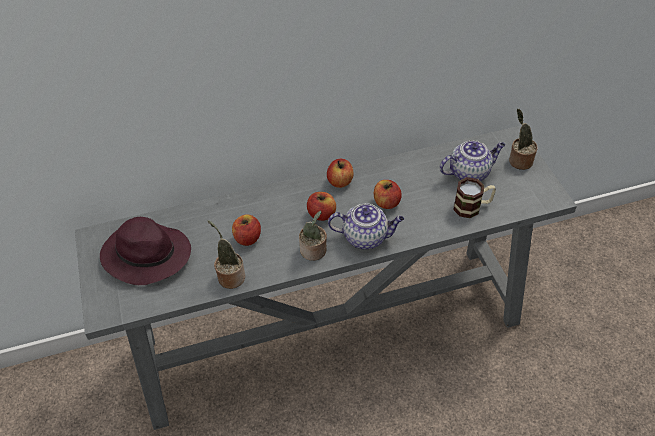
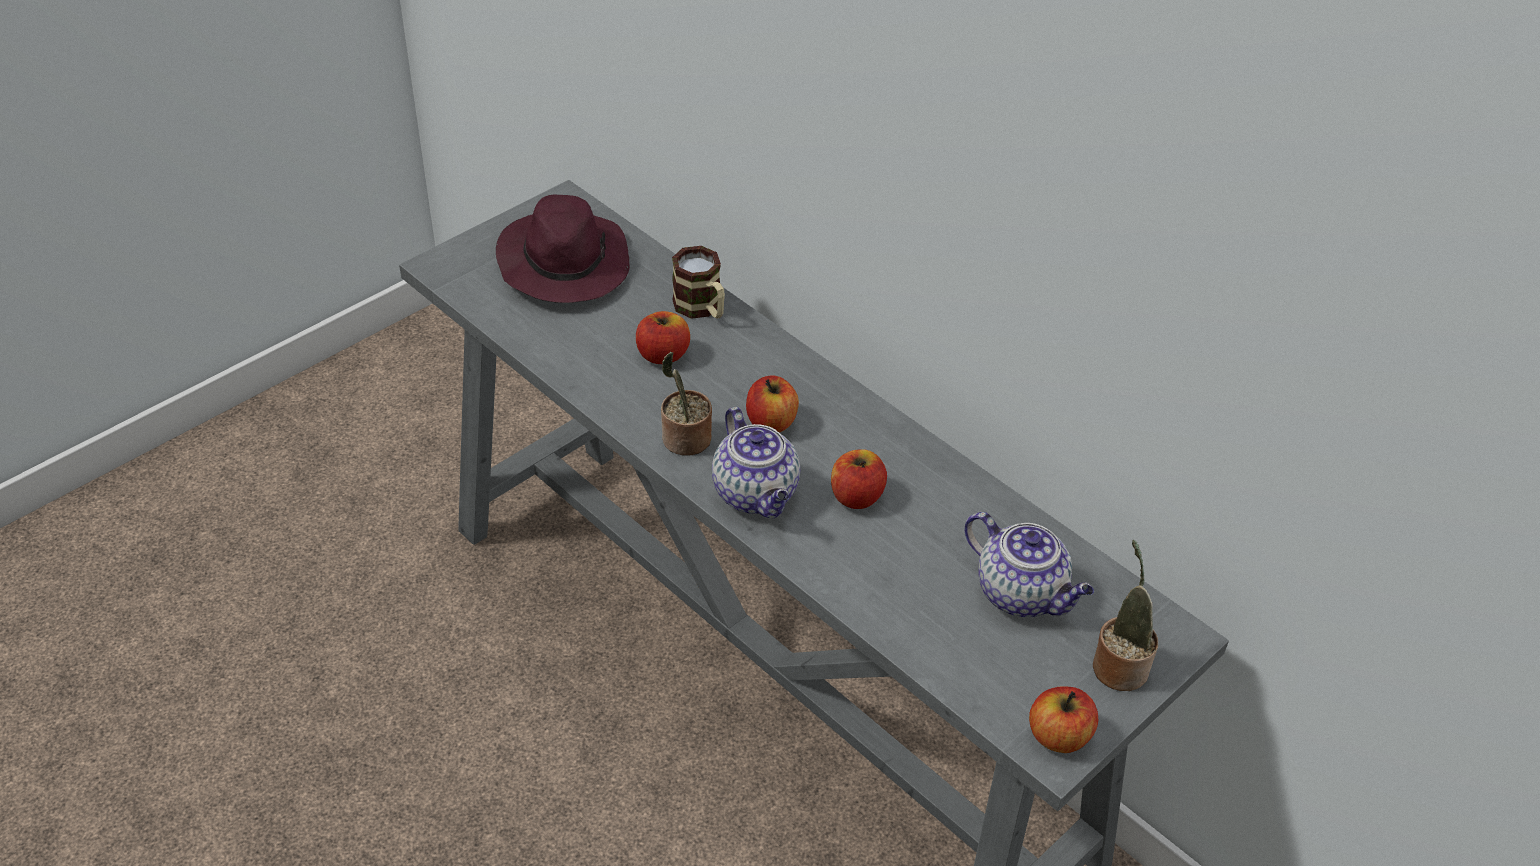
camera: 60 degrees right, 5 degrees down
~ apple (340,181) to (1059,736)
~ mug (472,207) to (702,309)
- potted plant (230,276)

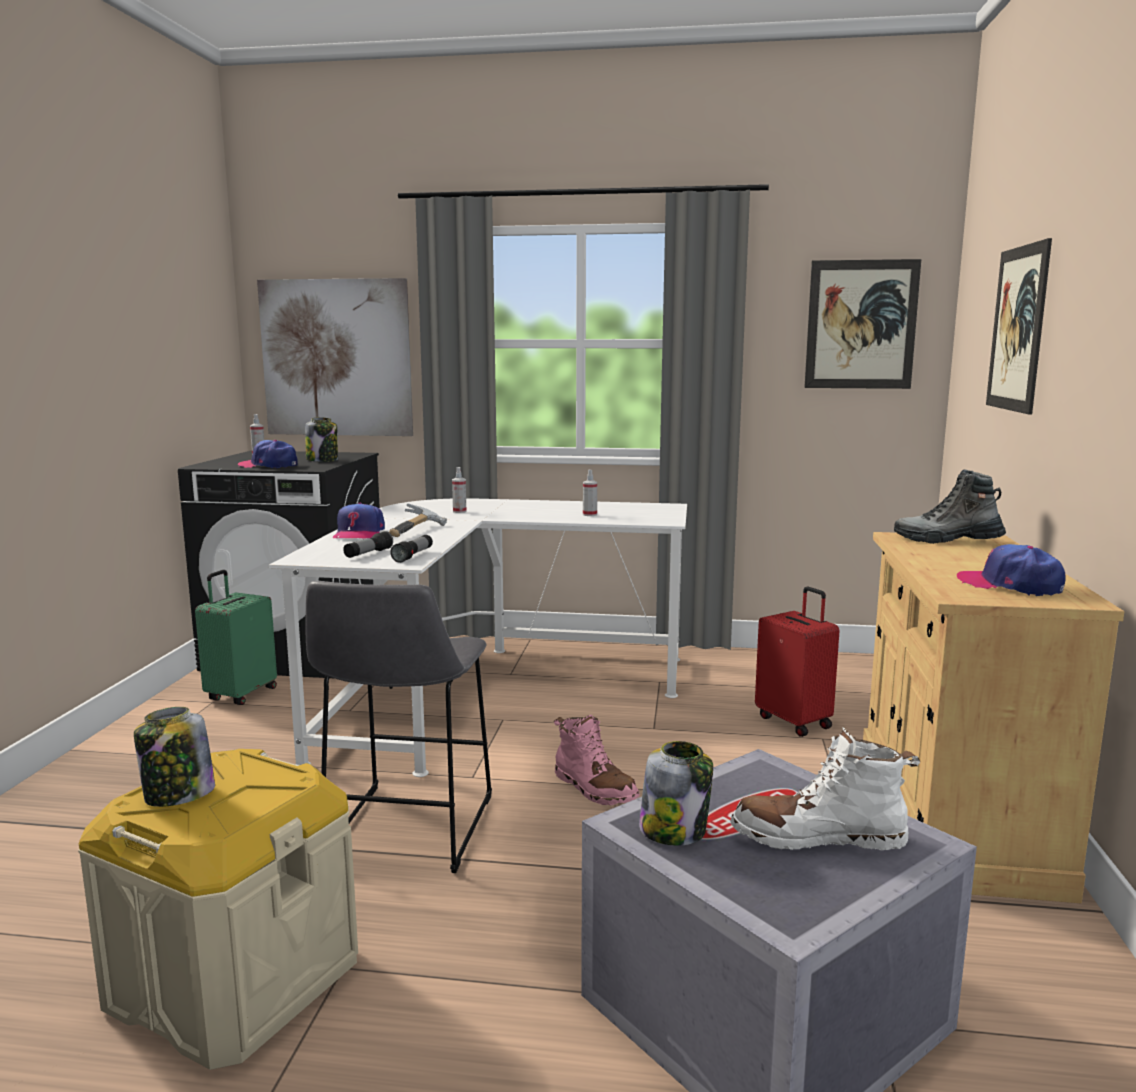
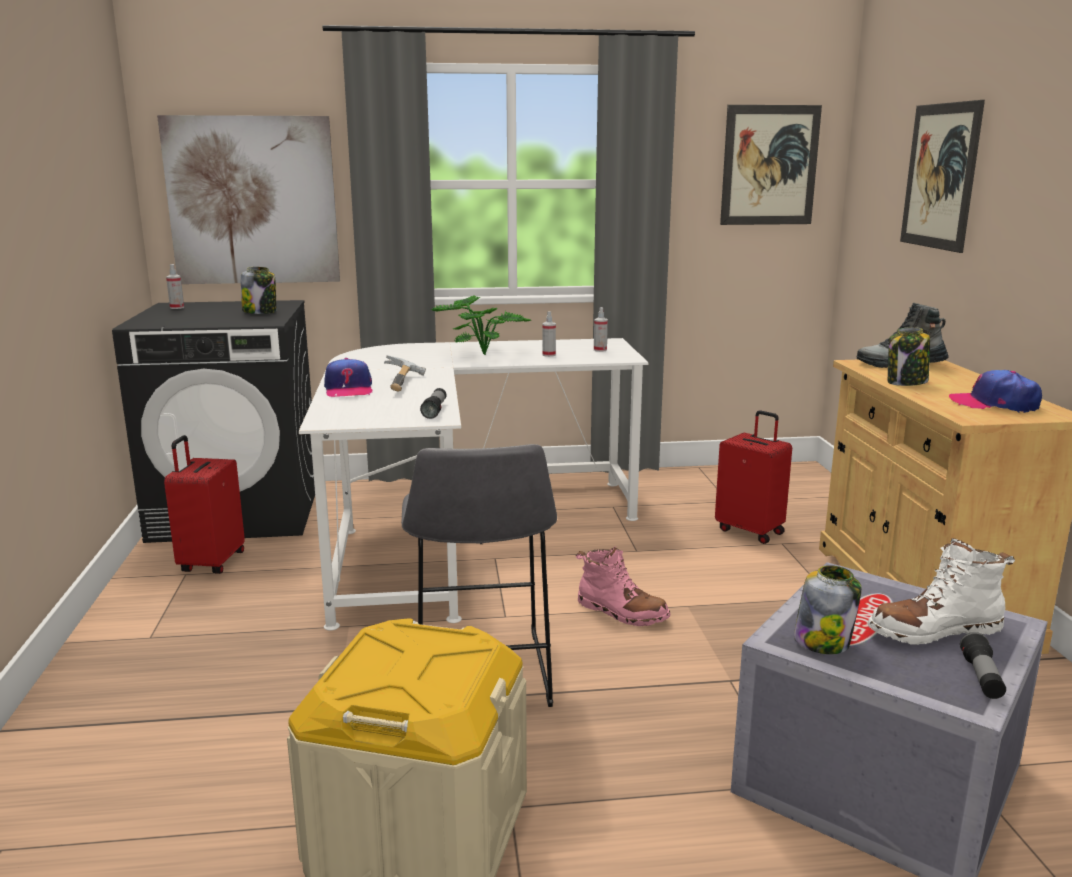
camera: 15 degrees left, 5 degrees up
- cap (269,465)
~ spray bottle (459,511) to (600,350)
~ flashlight (368,554) to (981,677)
~ suitcase/green (240,694) to suitcase/red (211,563)
~ jar (178,795) to (906,383)
+ potted plant (482,353)

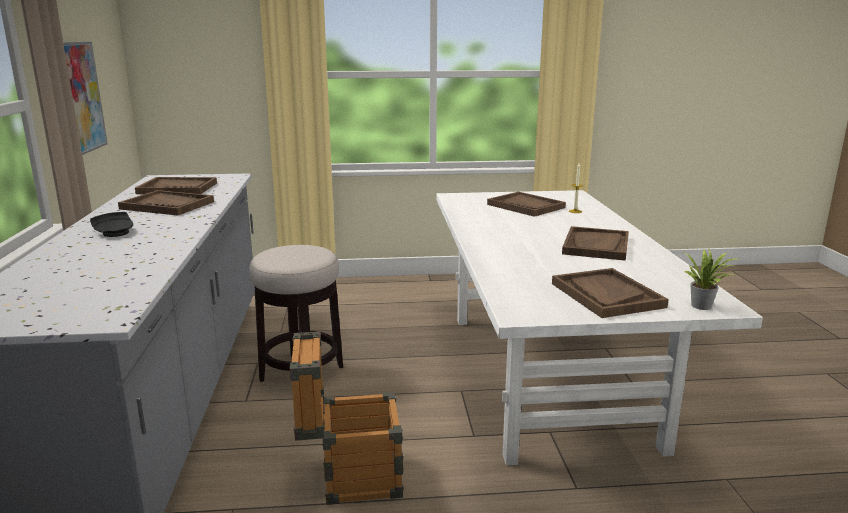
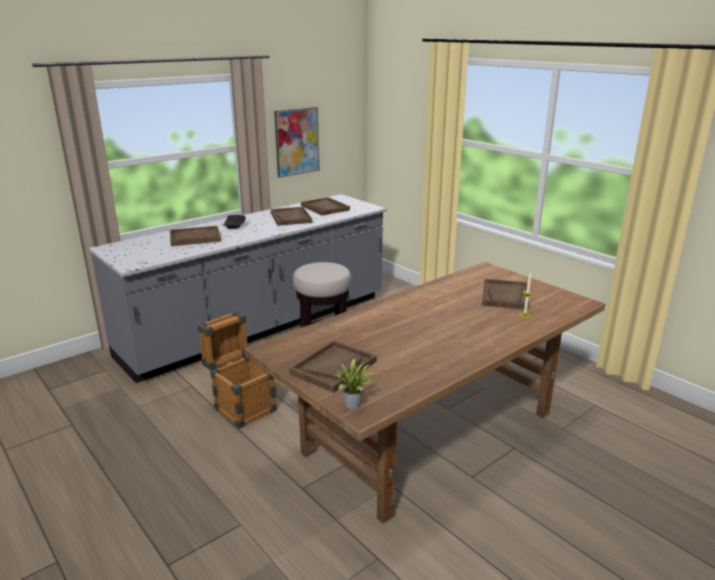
camera: 55 degrees right, 5 degrees up
~ dining table/white (543,373) to dining table/brown (432,431)
~ tray/brown (596,246) to (195,237)

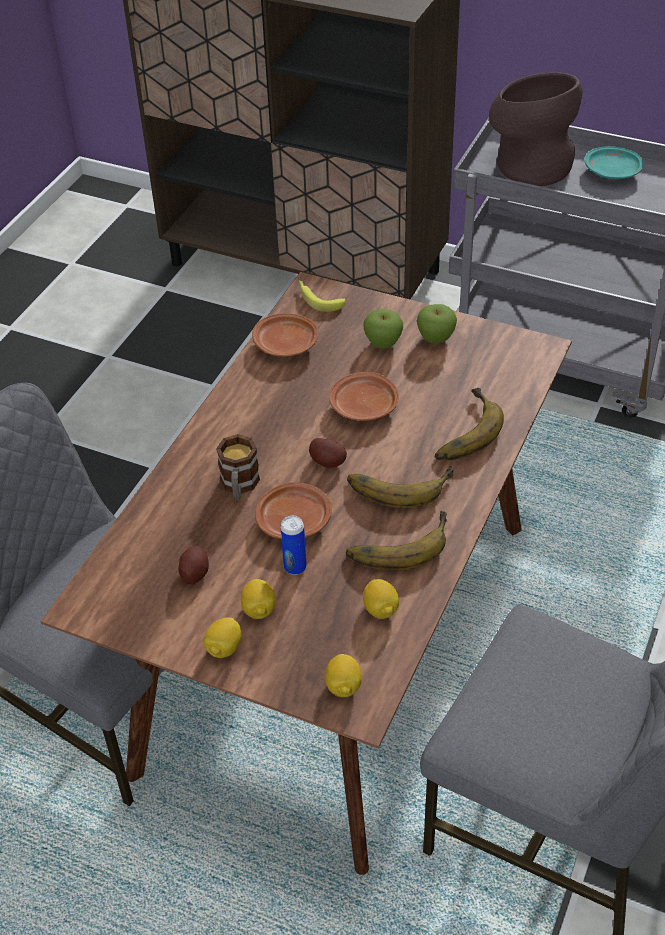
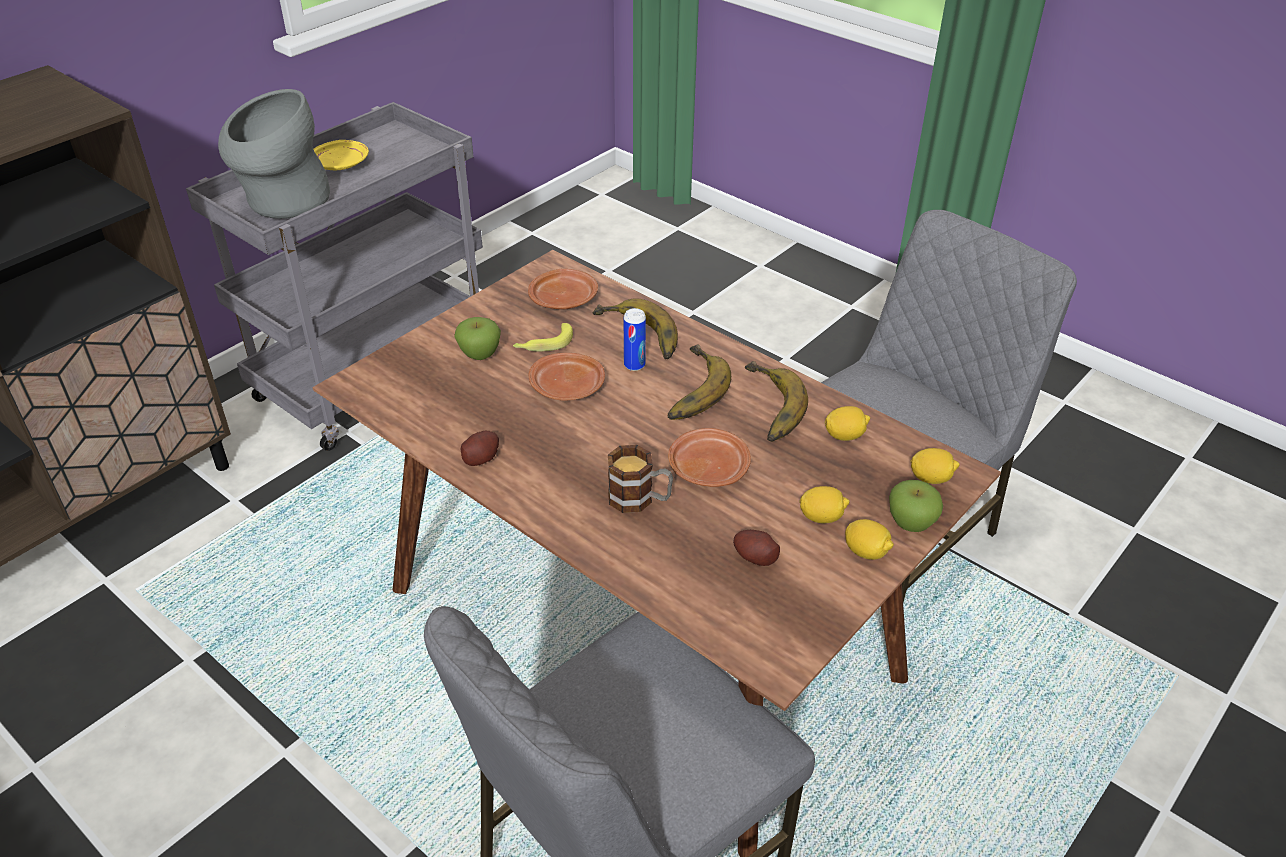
camera: 75 degrees left, 5 degrees down
~ vase/brown (529,165) to vase/grey (281,202)
~ plate/turquoise (613,172) to plate/yellow (341,164)
~ banana (318,299) to (543,344)
~ apple (435,338) to (910,523)
~ plate/brown (286,345) to (564,299)
~ potato (328,461) to (481,457)
~ can (295,567) to (634,365)

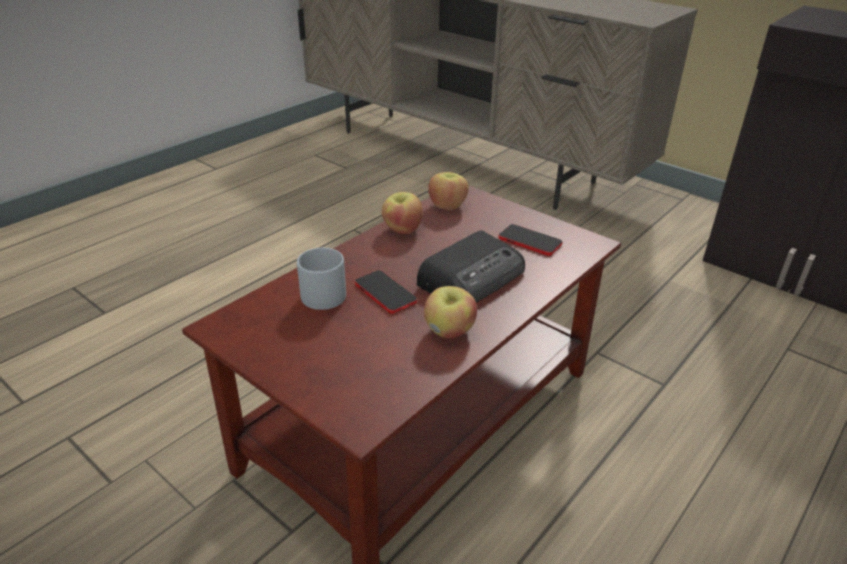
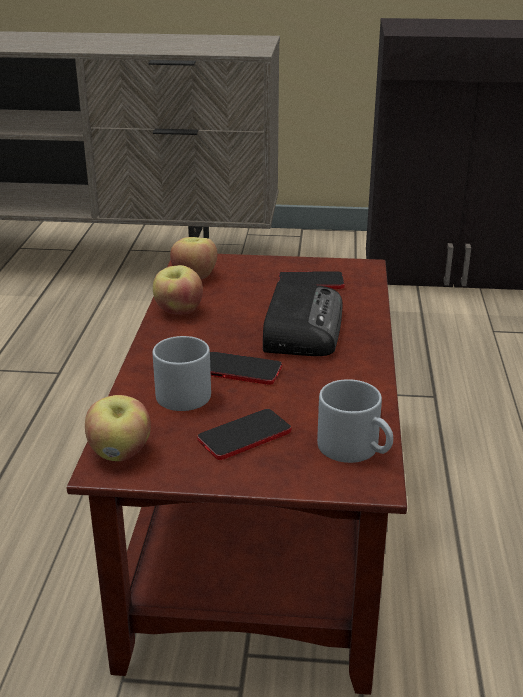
camera: 35 degrees left, 5 degrees down
~ apple (449,331) to (120,453)
+ mug/grey (357,449)
+ phone (244,436)

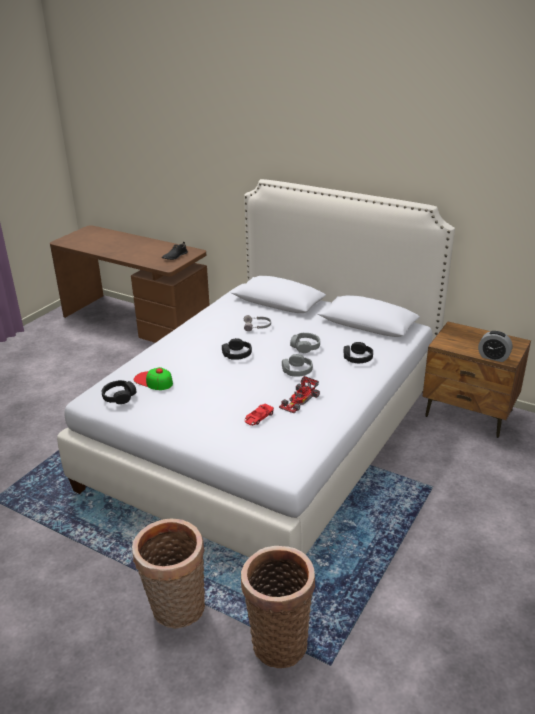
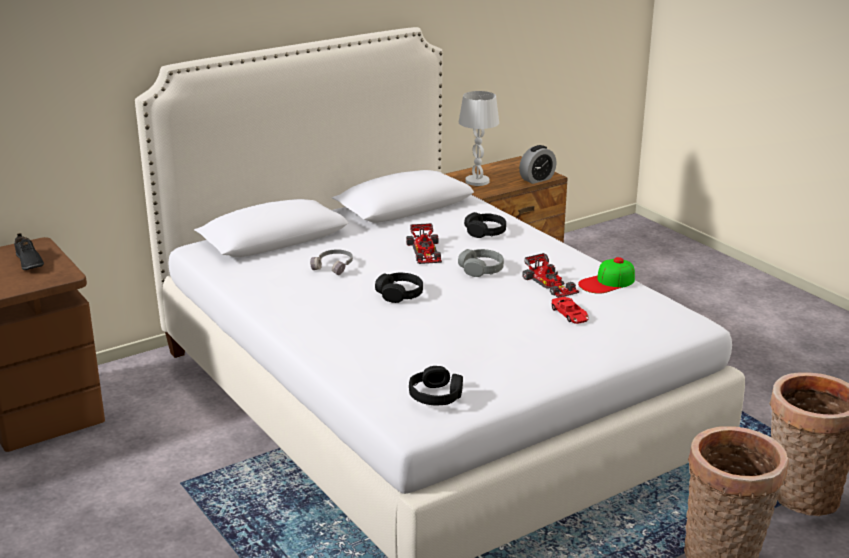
camera: 65 degrees left, 5 degrees down
~ headphones/grey (305,346) to toy car (425,251)
~ cap (153,381) to (607,282)
+ table lamp/white (477,181)

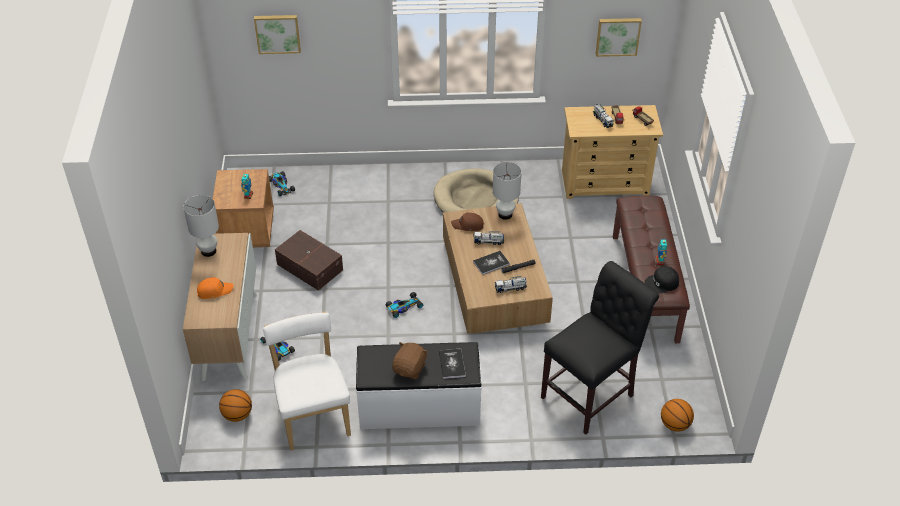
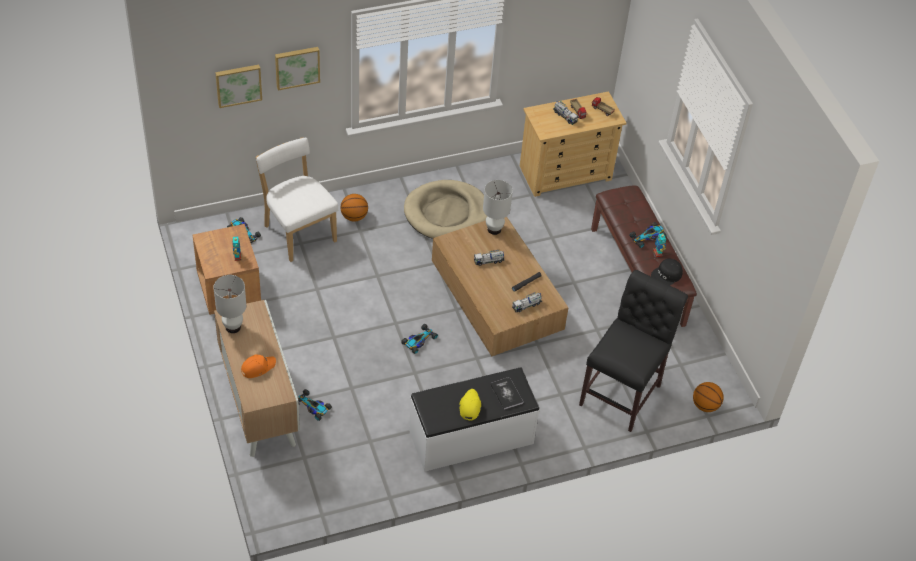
camera: 20 degrees left, 5 degrees up
~ picture (617,36) to (297,66)
- cap/brown (468,225)
- storage box/brown (310,266)
- book (491,263)
~ chair/white (313,415) to (298,231)
~ plush toy/brown (410,369) to cap/yellow (469,406)
~ basketball (237,415) to (354,217)
+ toy car (648,236)

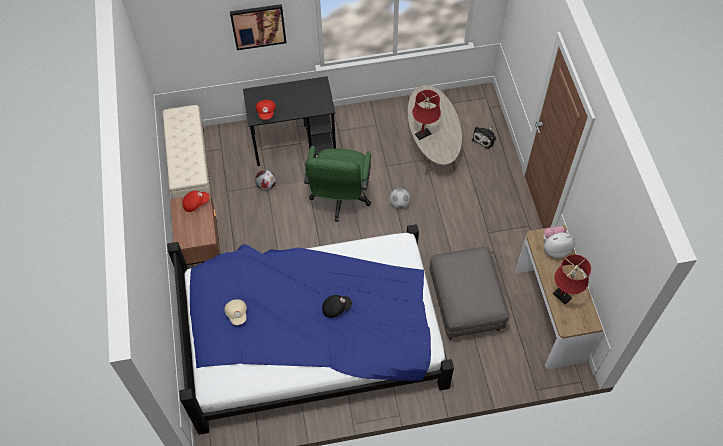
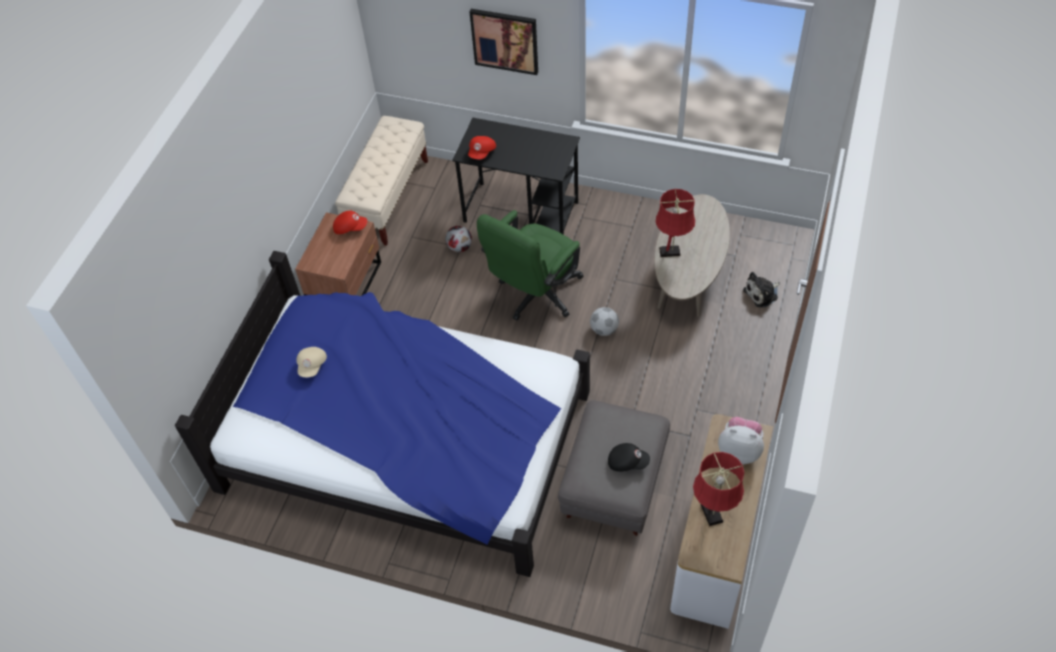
camera: 30 degrees right, 5 degrees down
~ cap/black (336,308) to (627,462)

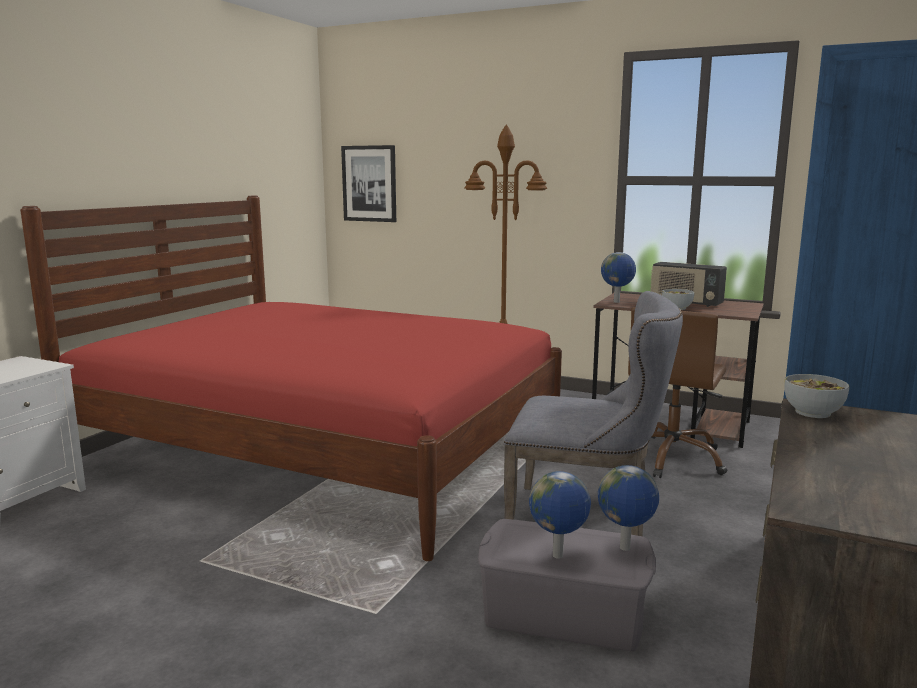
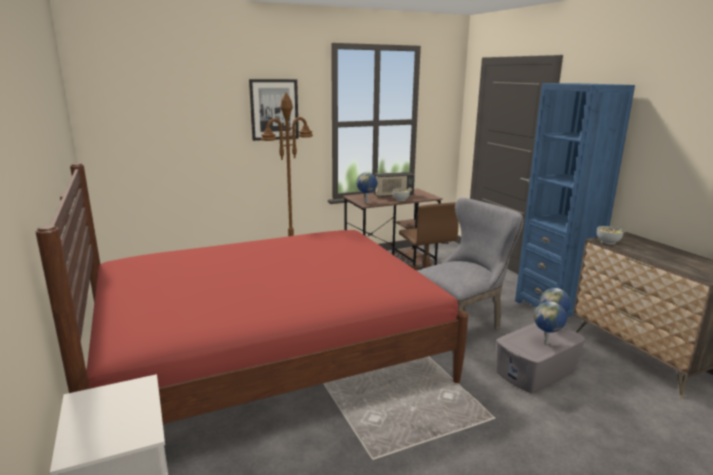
camera: 50 degrees left, 5 degrees up
~ picture (369,183) to (274,109)

